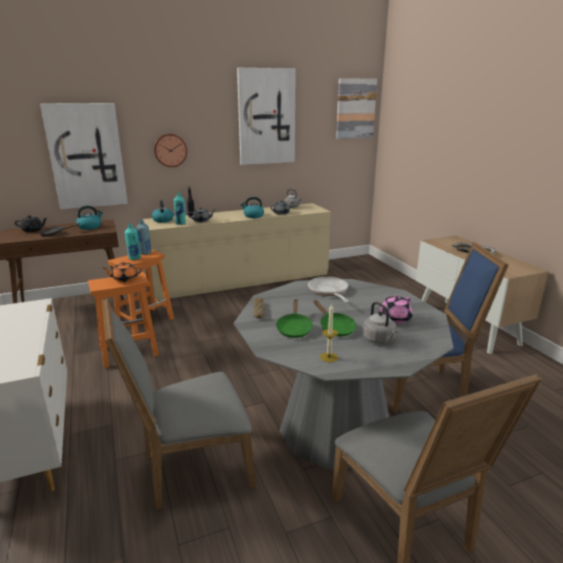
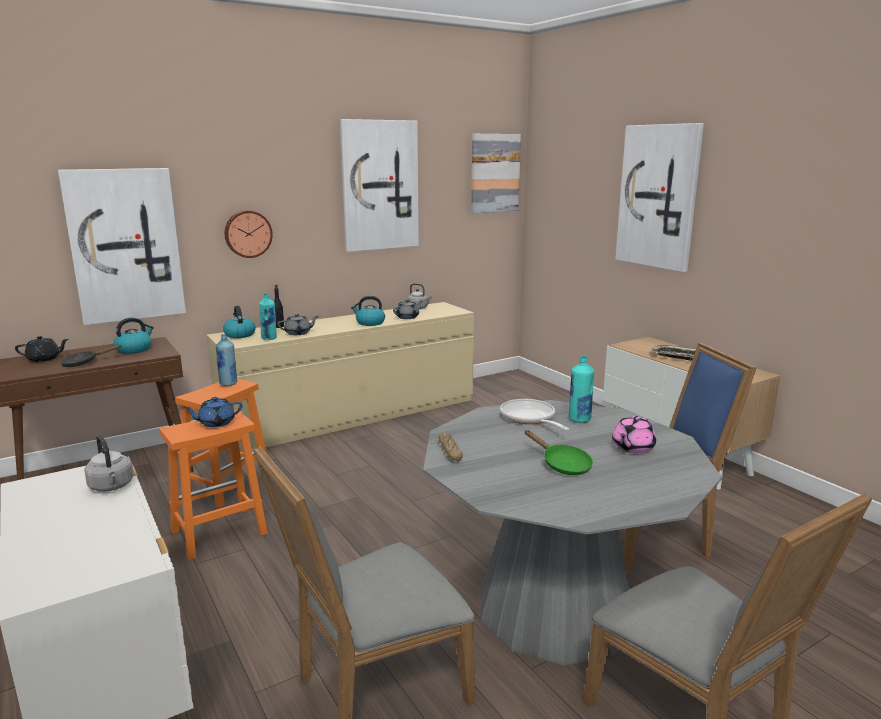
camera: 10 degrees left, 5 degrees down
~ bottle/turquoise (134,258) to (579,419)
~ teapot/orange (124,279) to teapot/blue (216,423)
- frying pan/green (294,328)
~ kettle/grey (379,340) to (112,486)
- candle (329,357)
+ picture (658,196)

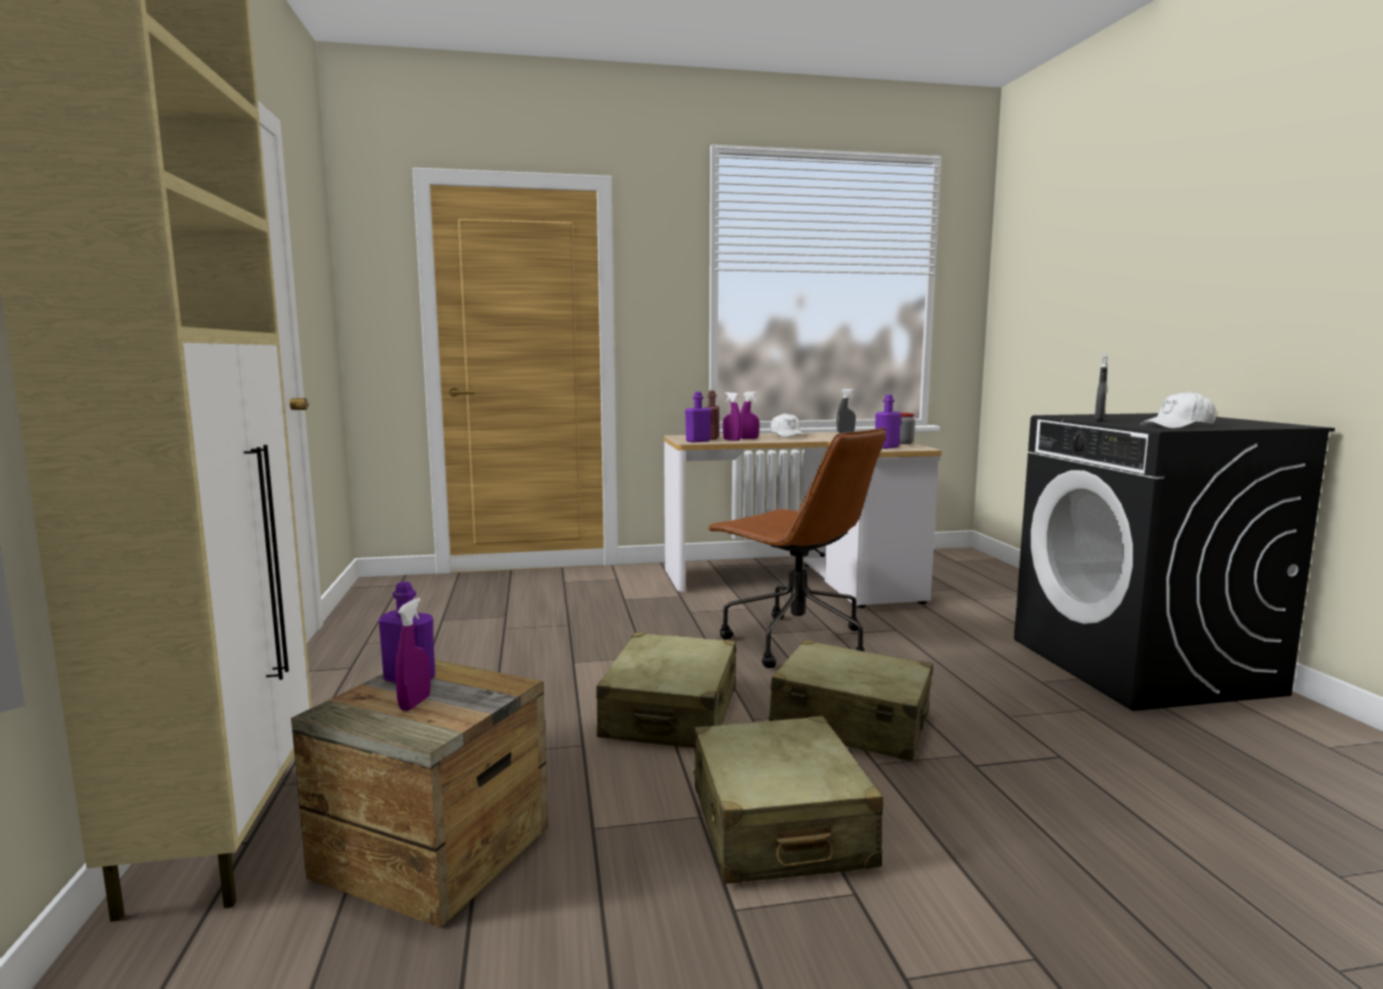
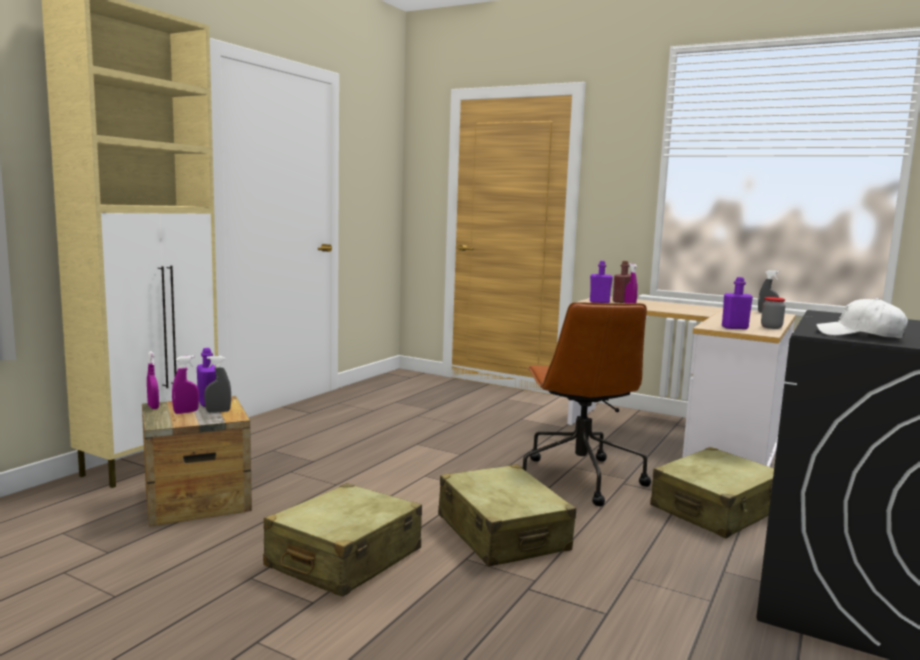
camera: 40 degrees right, 0 degrees up
~ spray bottle/grey (1099,420) to (218,411)
~ spray bottle/purple (748,438) to (153,407)
- cap/white (787,435)
~ suitcase/beige (671,713) to (715,509)

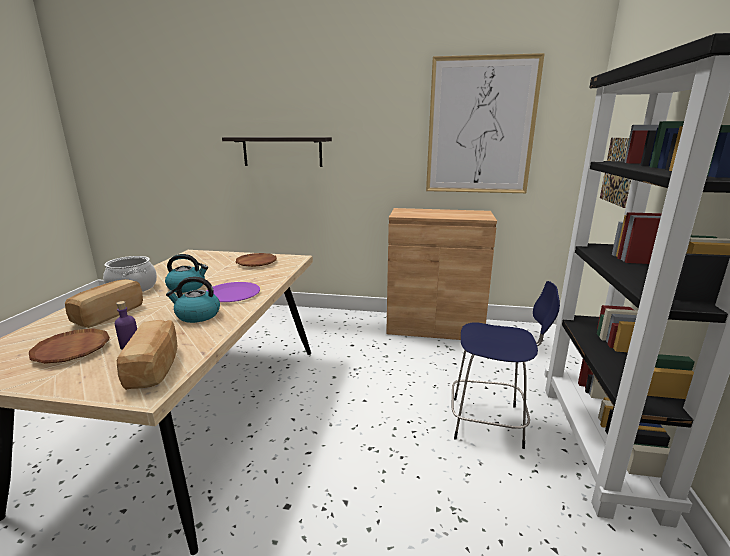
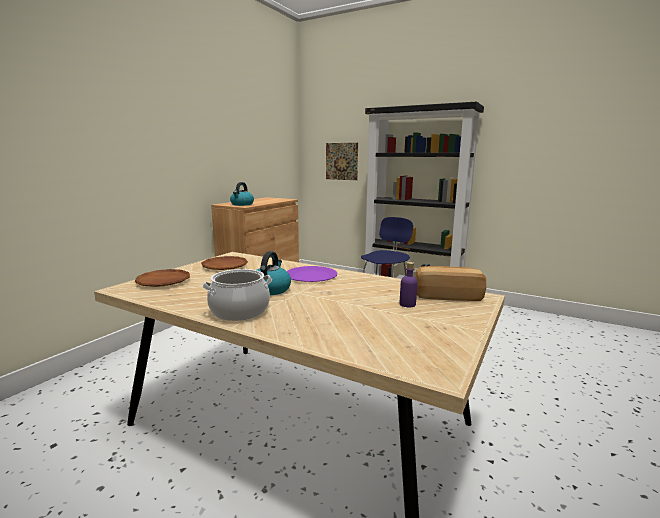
camera: 70 degrees left, 5 degrees down
- picture (480,127)
- shelf (282,151)
~ kettle (197,315) to (242,204)
- bread (108,314)
~ plate/brown (72,350) to (163,281)

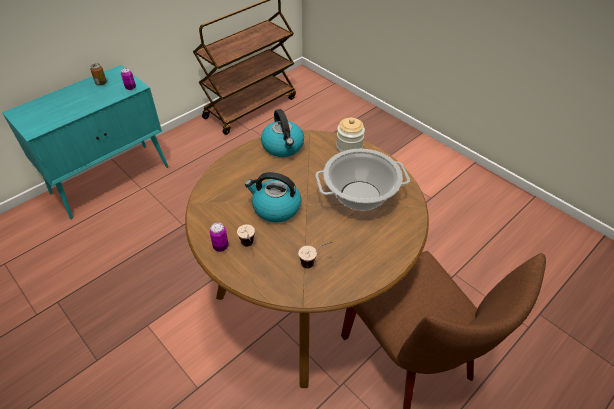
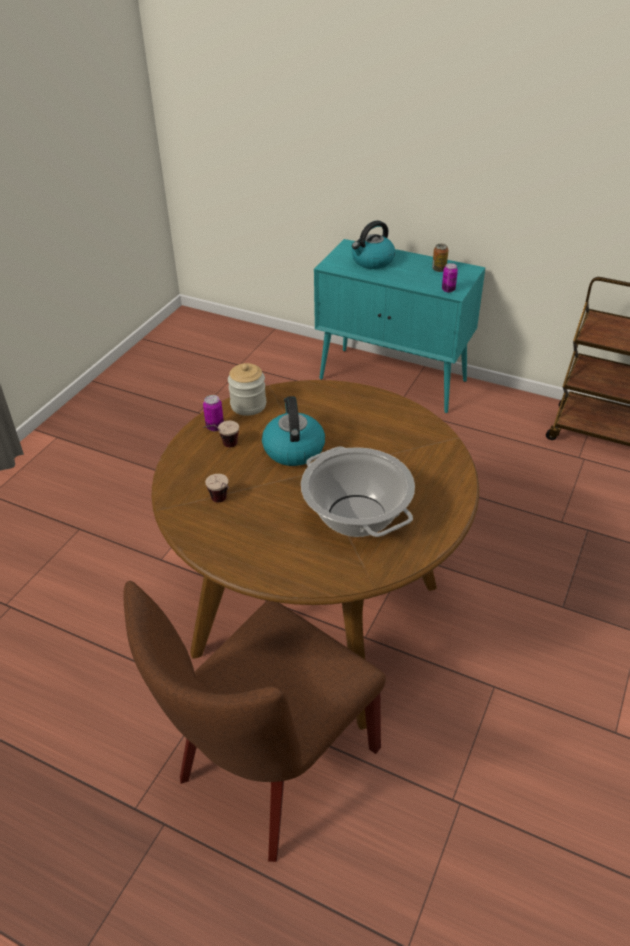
camera: 70 degrees right, 5 degrees down
~ kettle (283,147) to (372,261)
~ jar (349,148) to (248,405)

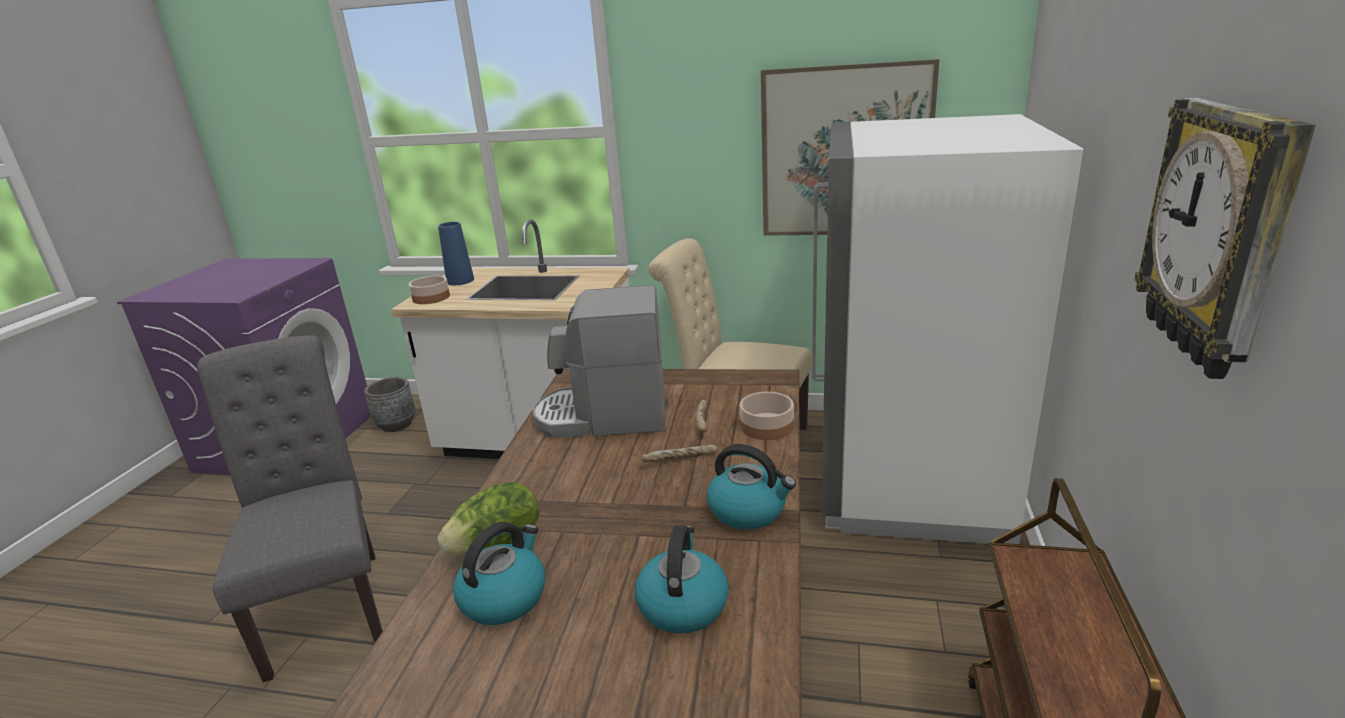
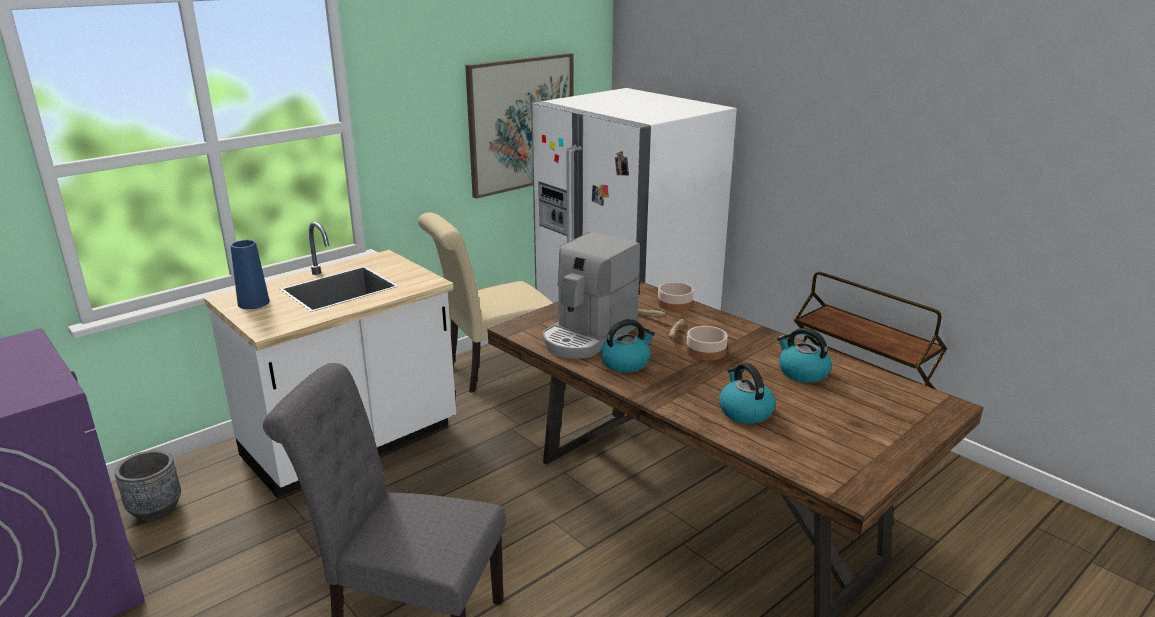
camera: 55 degrees left, 0 degrees up
- wall clock (1220,235)
~ bowl (432,298) to (706,351)
~ kettle (748,510) to (626,363)
- lettuce (497,544)

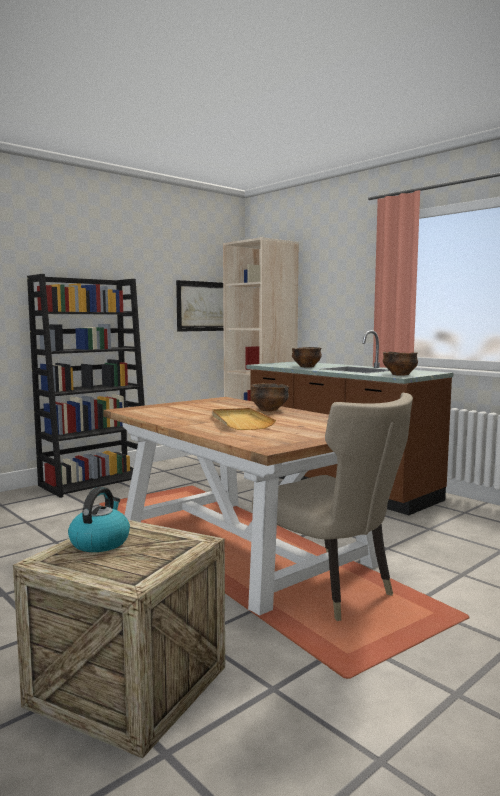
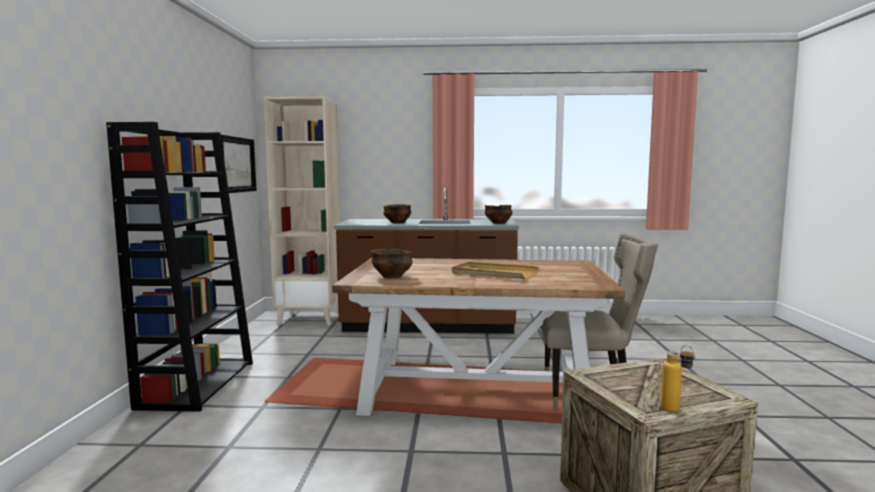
camera: 45 degrees left, 0 degrees up
~ bowl (269,410) to (392,276)
- kettle (100,542)
+ bottle (675,411)

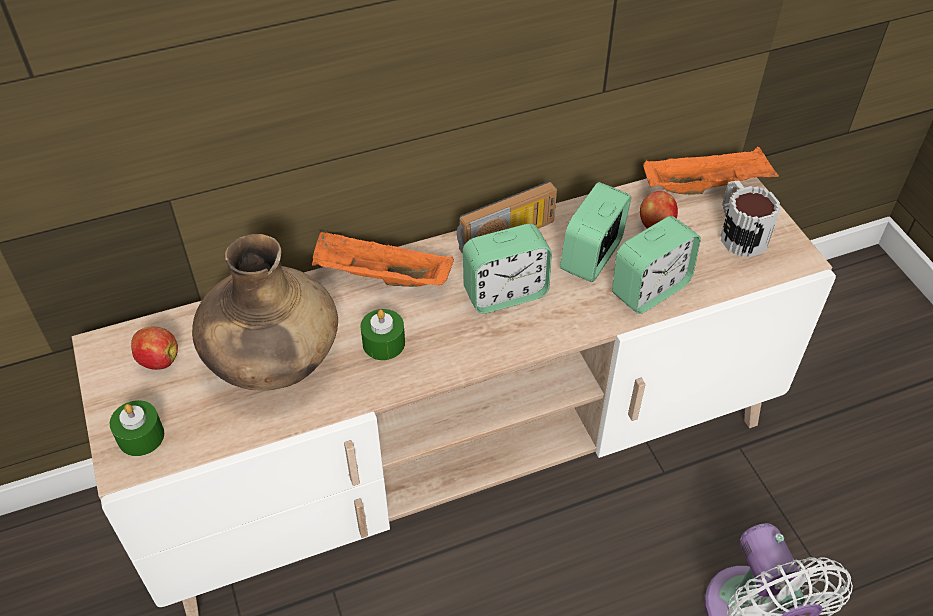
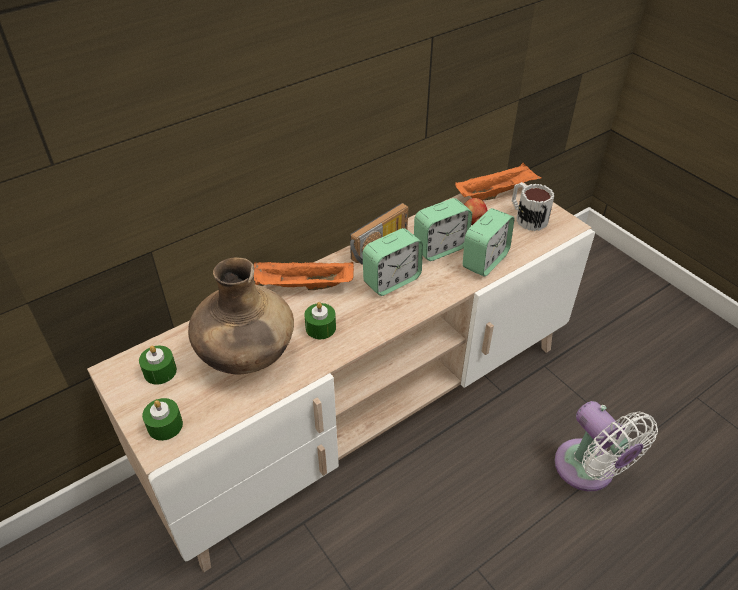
camera: 15 degrees left, 5 degrees down
~ alarm clock (592,257) = (440,248) 135 degrees counterclockwise
~ apple (158,360) to candle/green (160,371)

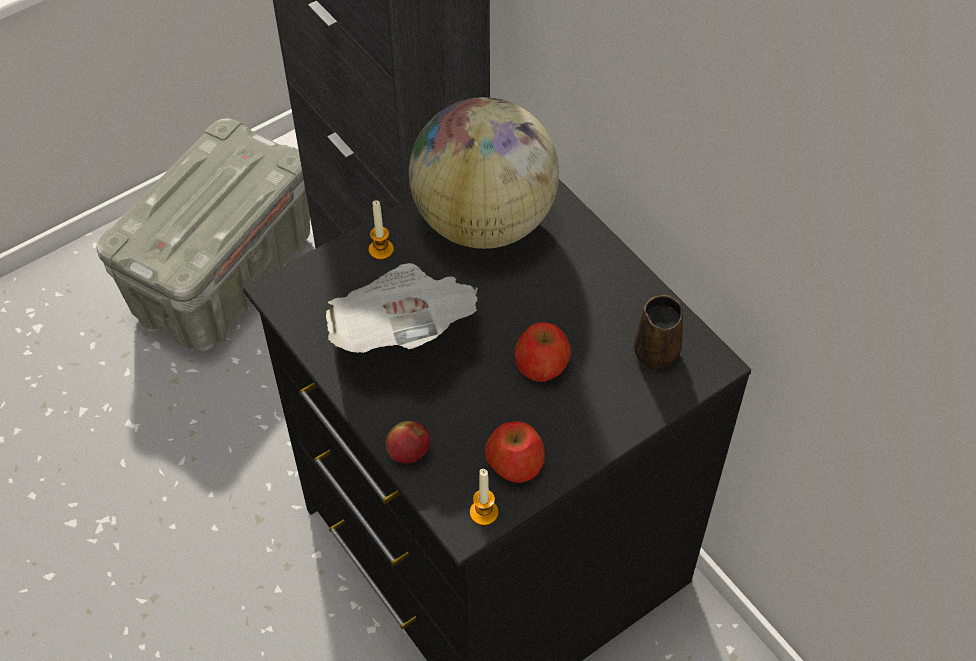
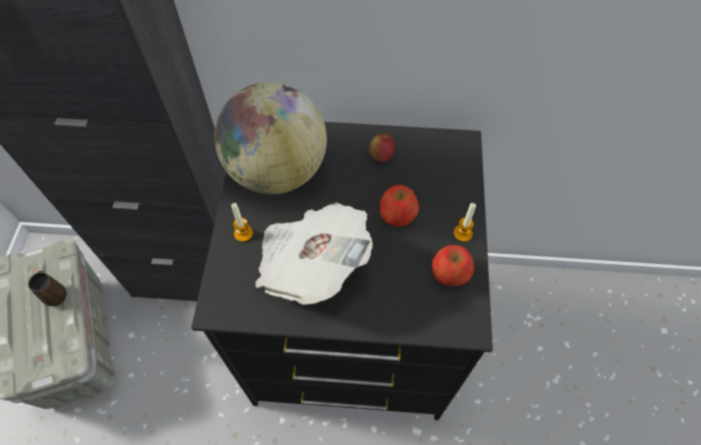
camera: 50 degrees left, 5 degrees up
~ mug/brown (657,350) to (56,295)
~ apple (408,453) to (381,155)
~ candle (484,513) to (462,233)

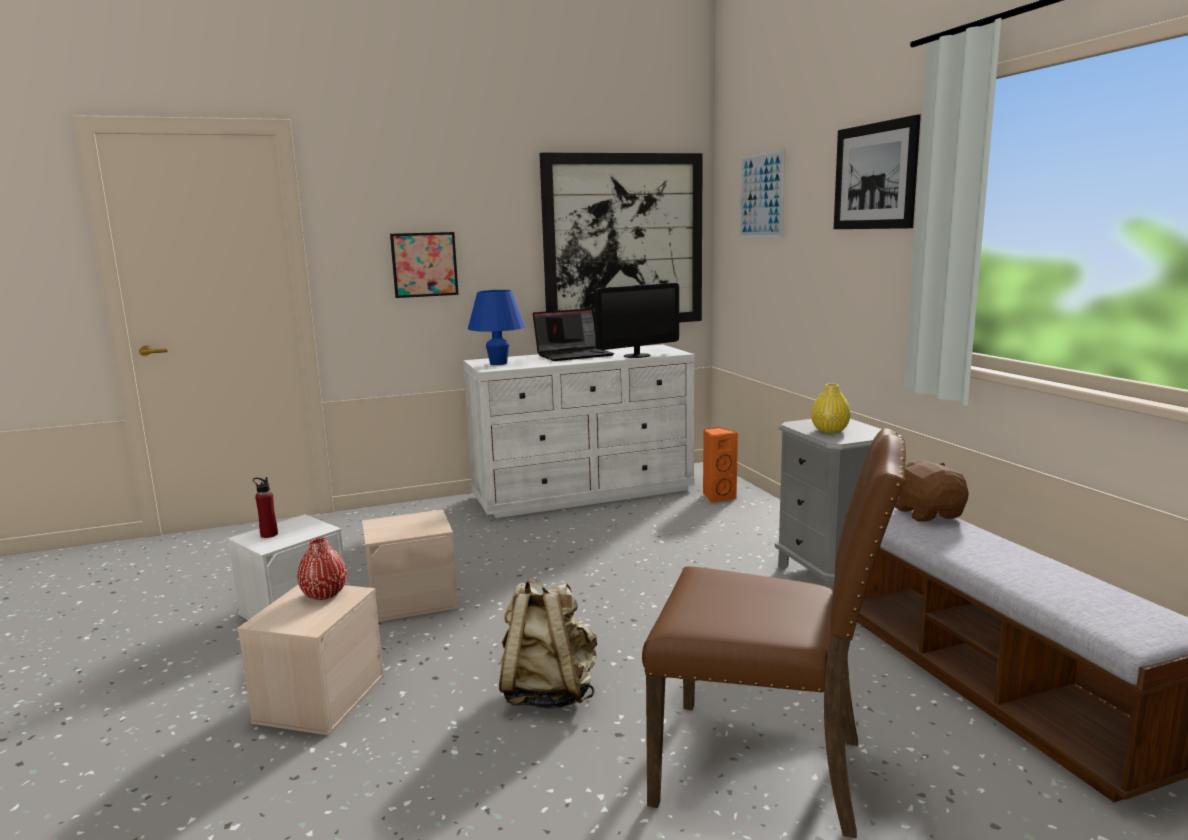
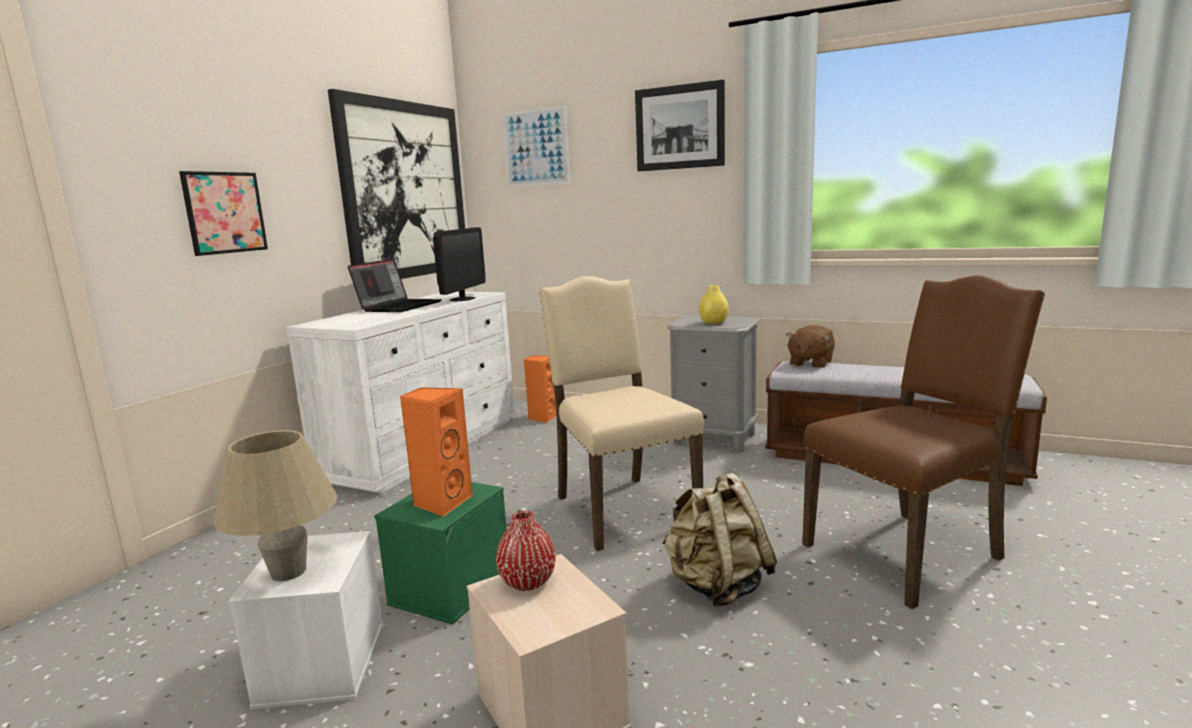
camera: 45 degrees left, 0 degrees up
- table lamp/blue (498,363)
~ plush toy/brown (927,513) = (810,363) 90 degrees counterclockwise
~ bottle/red (269,534) to table lamp/beige (288,572)
~ storage box/beige (414,599) to storage box/green (450,586)
+ chair/beige (621,508)
+ speaker/orange (441,503)

